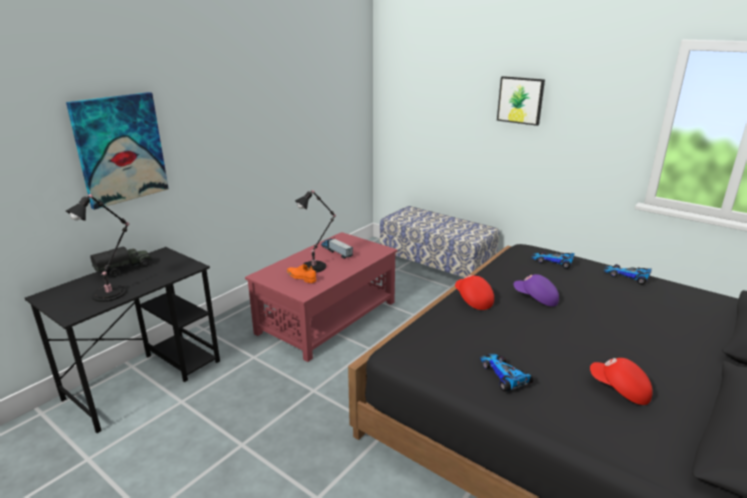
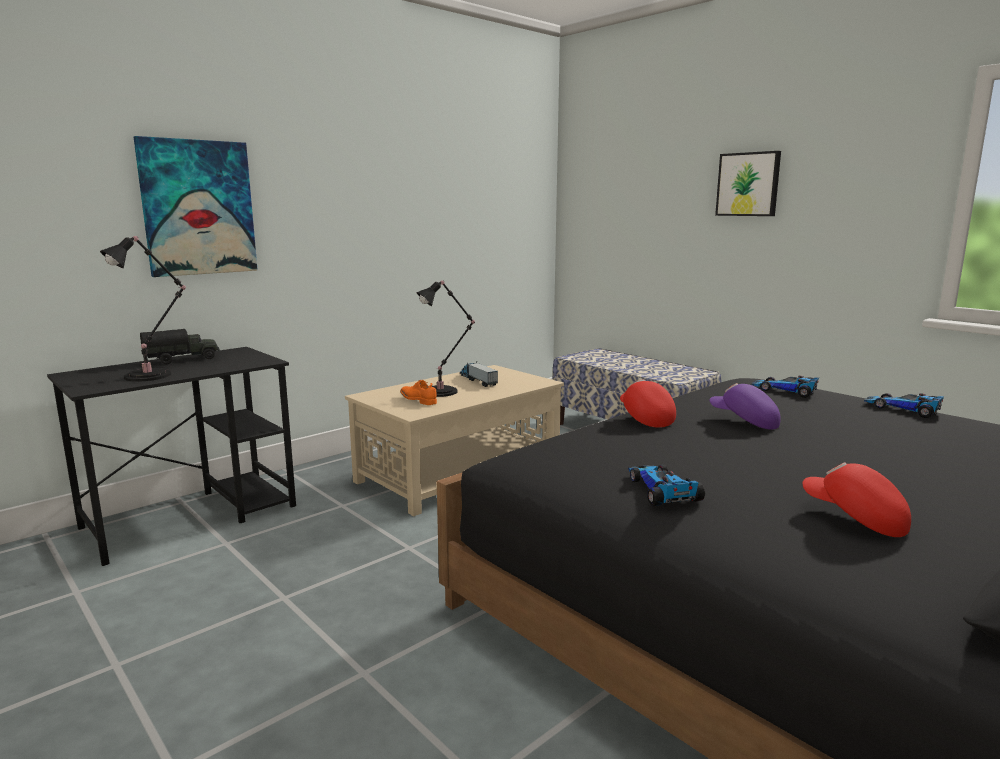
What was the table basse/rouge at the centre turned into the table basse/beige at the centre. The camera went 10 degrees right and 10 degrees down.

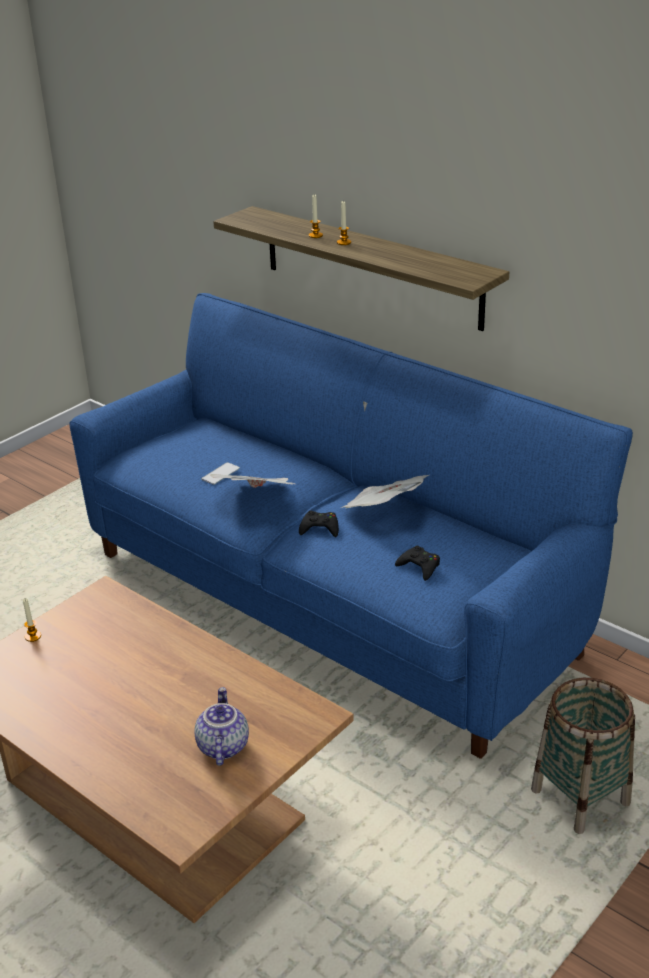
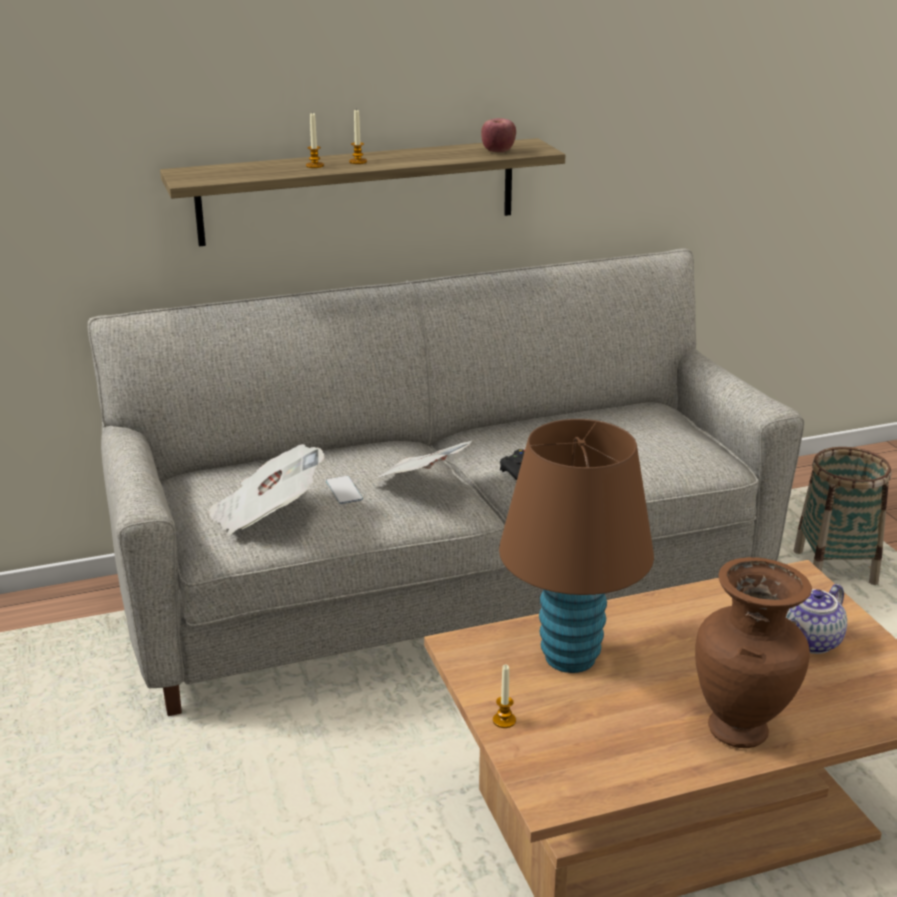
What was the canapé/bleu at the centre turned into the canapé/gris at the centre. The théière at the bottom centre ended up facing another way, 75 degrees counterclockwise from before. The journal (no. 2 from left in the first image) ended up elsewhere, having gone from the centre to the middle left. The second view lost the manette/noir (no. 2 from left) at the centre. The second view gained the pomme at the top centre. The second view gained the lampe de table/marron at the centre. The second view gained the vase/marron at the bottom right. The camera went 60 degrees left and 5 degrees down.

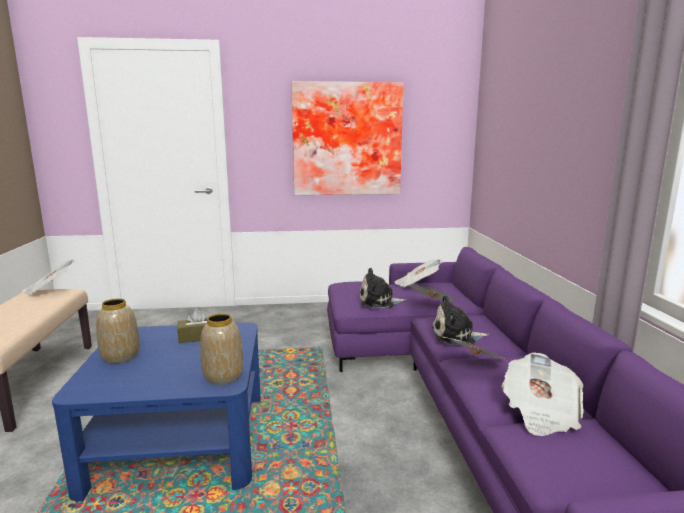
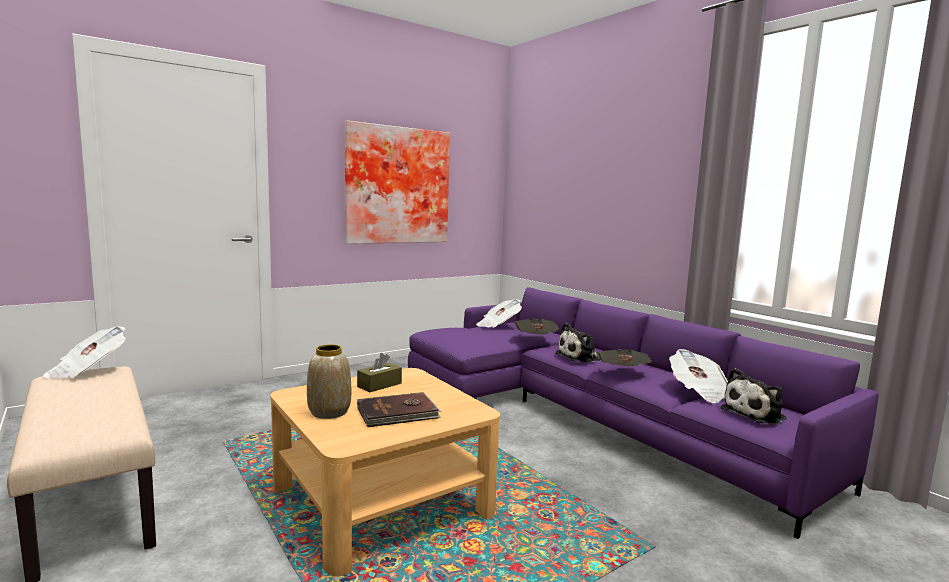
What was the table basse/bleu at the bottom left turned into the table basse/beige at the bottom centre. The second view lost the vase (no. 2 from left) at the bottom left. The peluche (no. 1 from left in the first image) ended up elsewhere, having gone from the centre to the bottom right. The second view gained the livre/marron at the bottom centre. The camera went 30 degrees left and 5 degrees down.

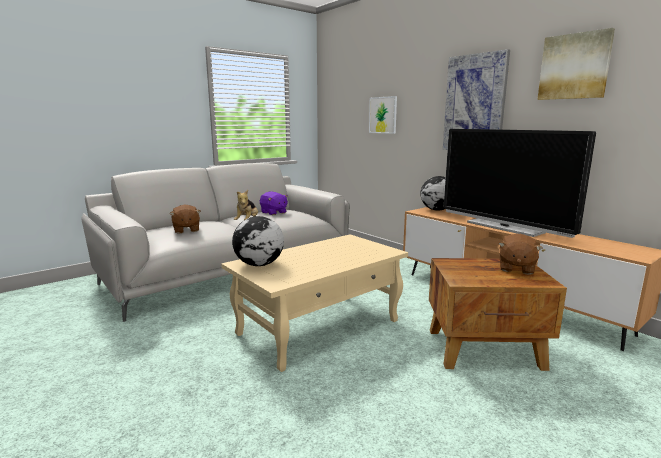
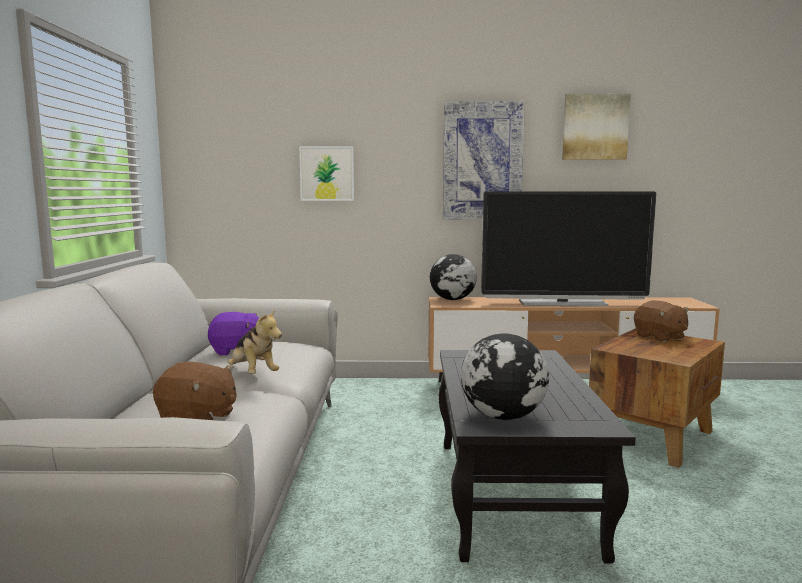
What was the table basse/beige at the centre turned into the table basse/noir at the bottom right. The camera went 50 degrees left and 5 degrees down.

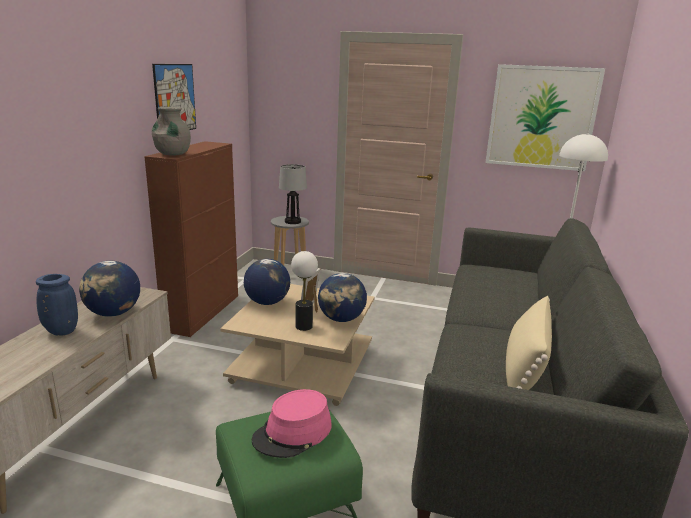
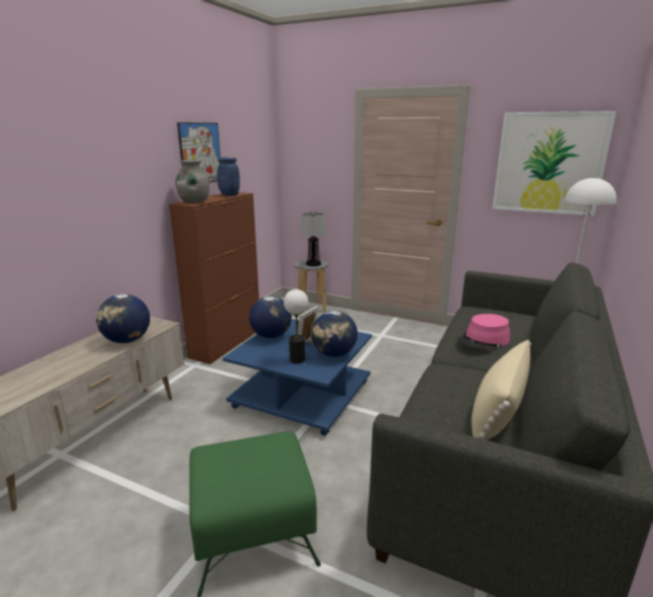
The vase/bleu ended up elsewhere, having gone from the middle left to the top centre. What was the table basse/beige at the centre turned into the table basse/bleu at the centre. The chapeau/rose ended up elsewhere, having gone from the bottom centre to the middle right. The camera went 10 degrees right and 0 degrees up.

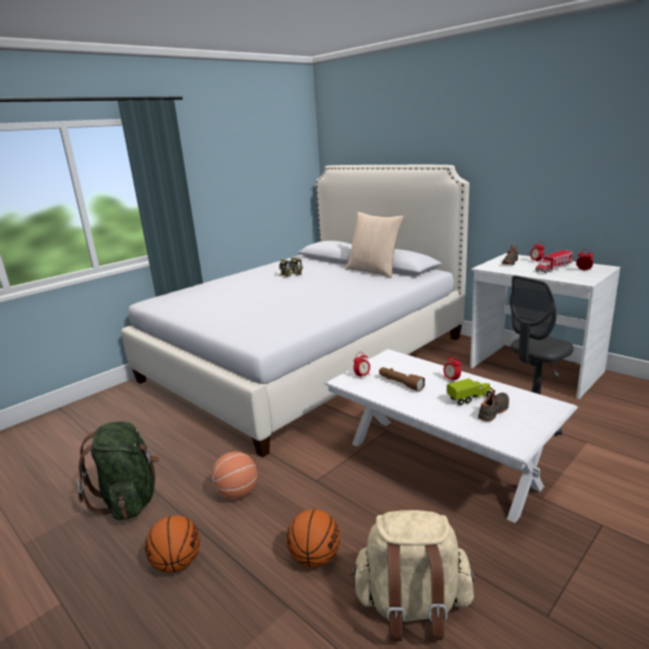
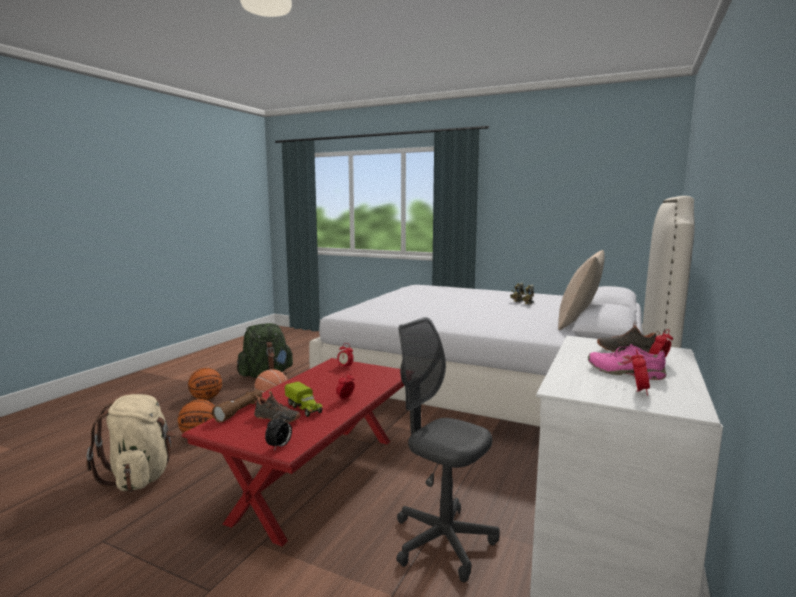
What was the table basse/blanc at the bottom right turned into the table basse/rouge at the bottom centre. The lampe de poche/marron ended up elsewhere, having gone from the centre to the bottom left. Where the camion jouet (no. 2 from left) stood at the middle right, the chaussure/rose came to stand at the middle right. The second view gained the réveil (no. 1 from left) at the bottom centre. The camera went 70 degrees right and 10 degrees down.

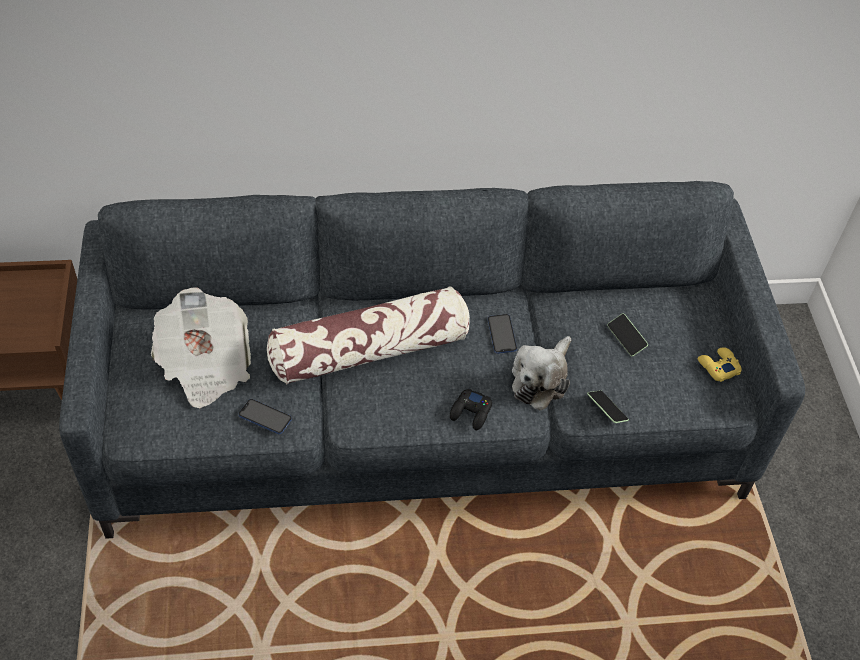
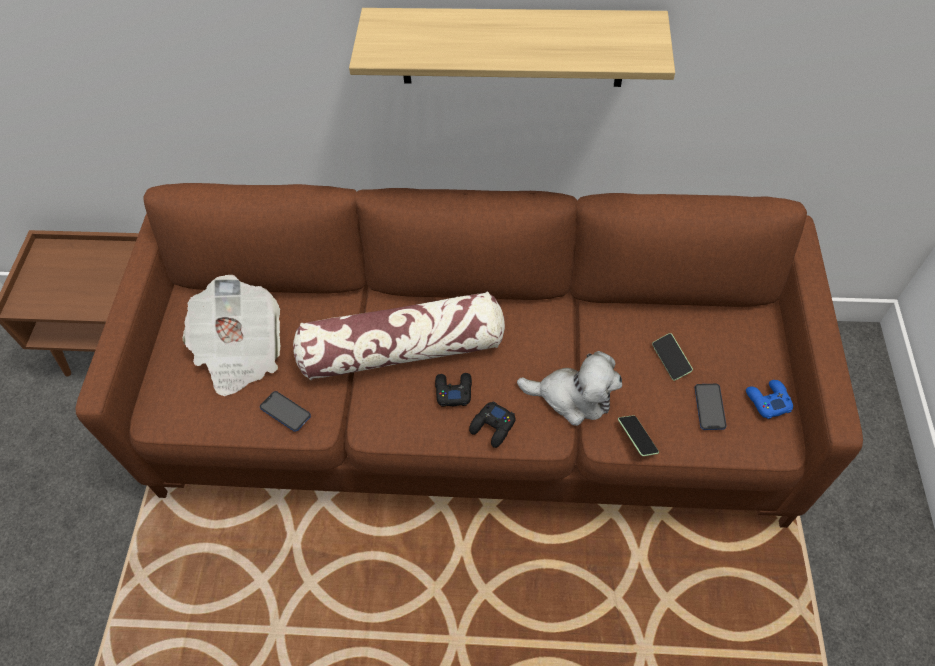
What was the canapé/gris at the centre turned into the canapé/marron at the centre. The téléphone (no. 2 from left in the first image) ended up elsewhere, having gone from the centre to the middle right. The peluche at the centre ended up facing another way, 120 degrees counterclockwise from before. What was the manette/jaune at the middle right turned into the manette/bleu at the middle right. The second view gained the étagère at the top centre. The second view gained the manette/noir (no. 1 from left) at the centre. The camera went 15 degrees right and 5 degrees up.

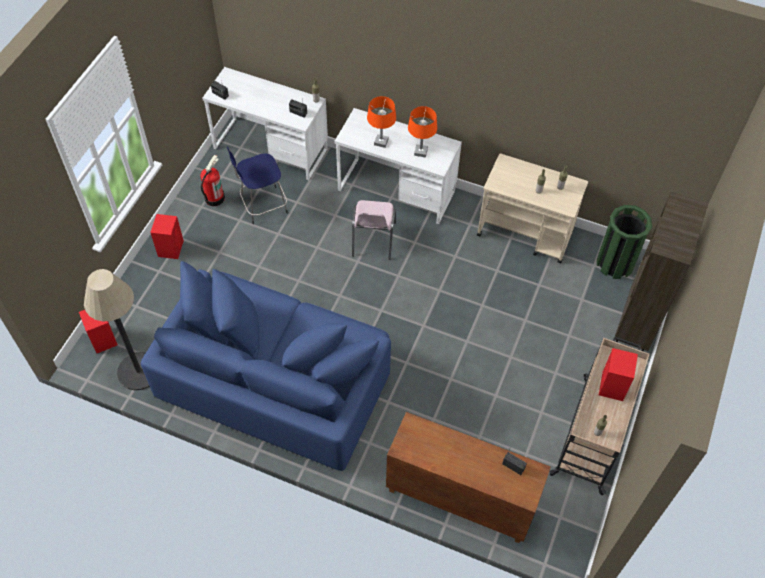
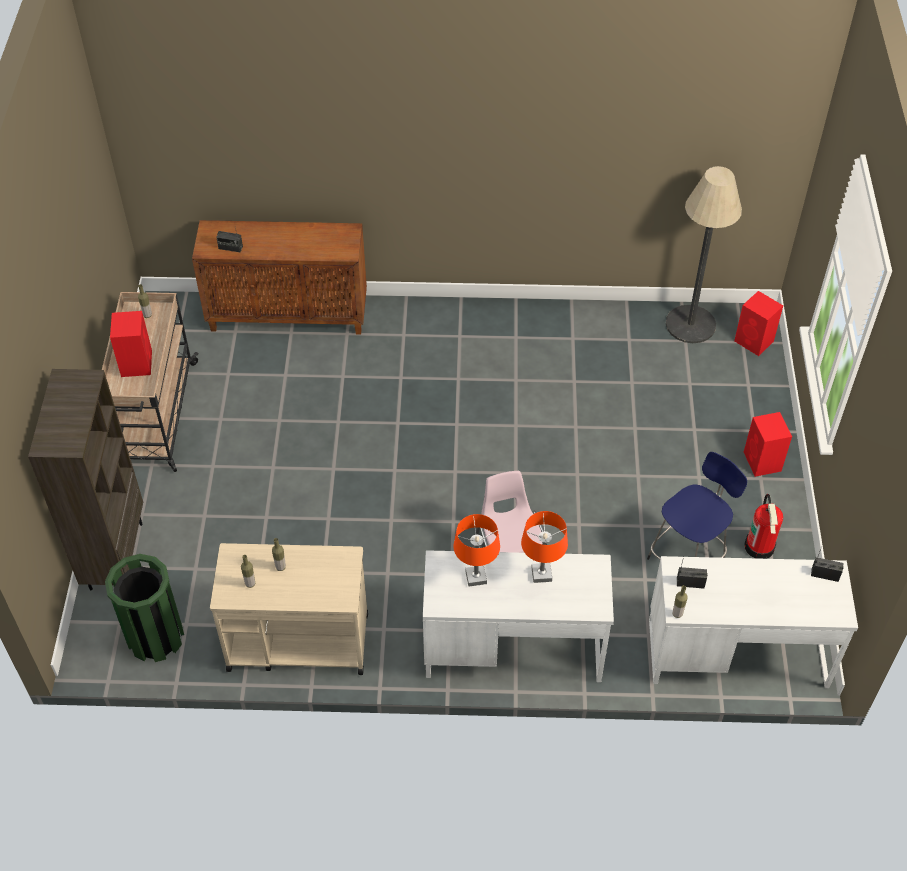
The second view lost the canapé/bleu at the centre. The camera went 160 degrees right and 5 degrees down.

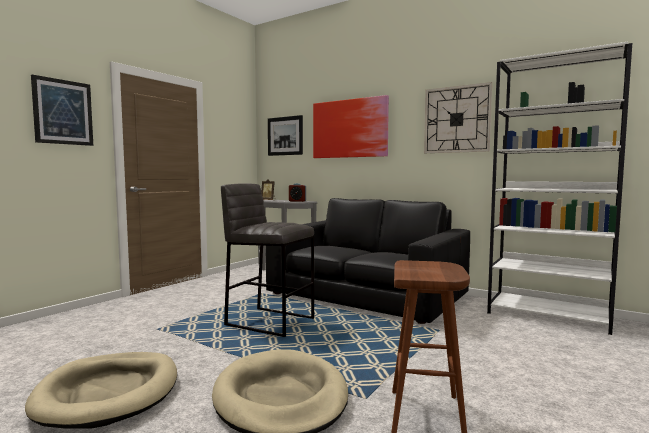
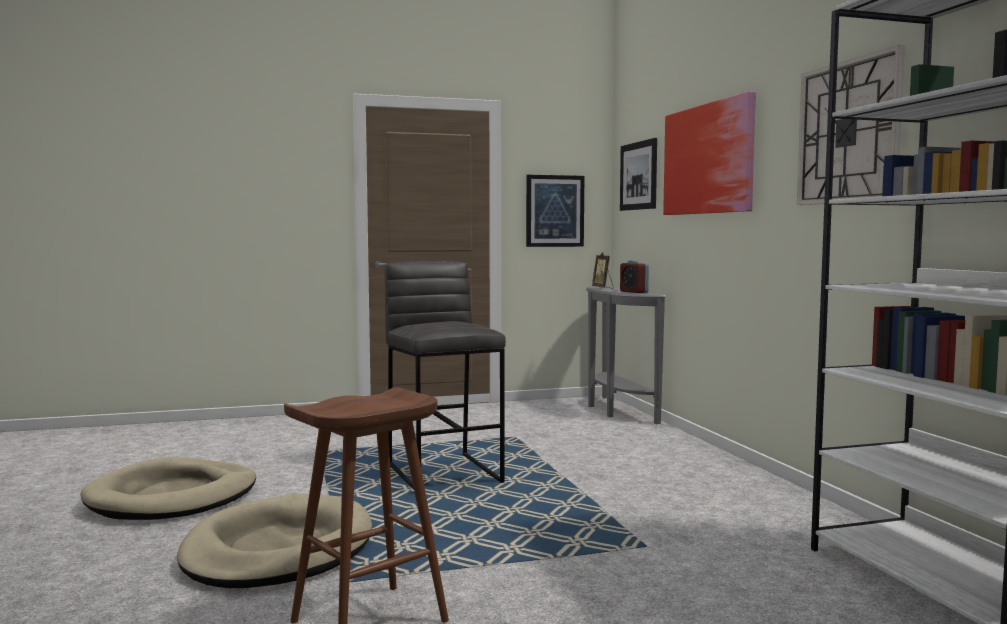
The tableau (no. 1 from left) ended up elsewhere, having gone from the top left to the centre. The second view lost the canapé/noir at the centre. The camera went 40 degrees right and 0 degrees up.

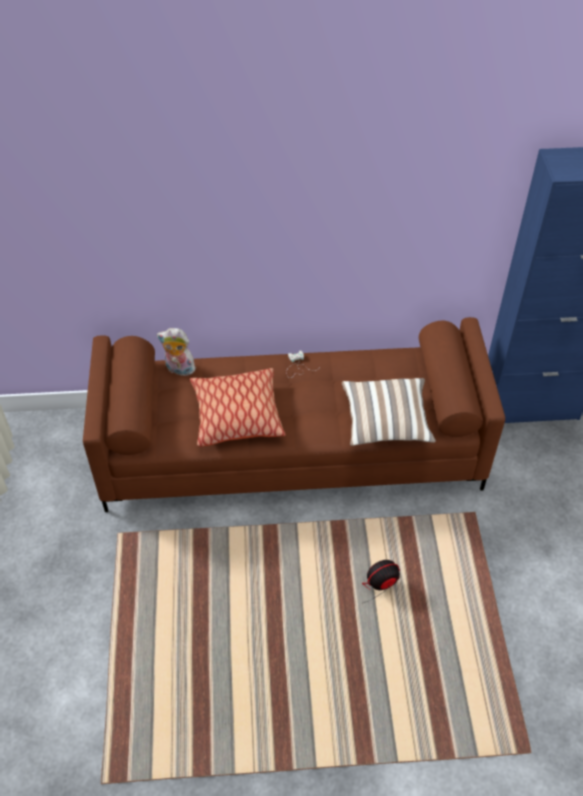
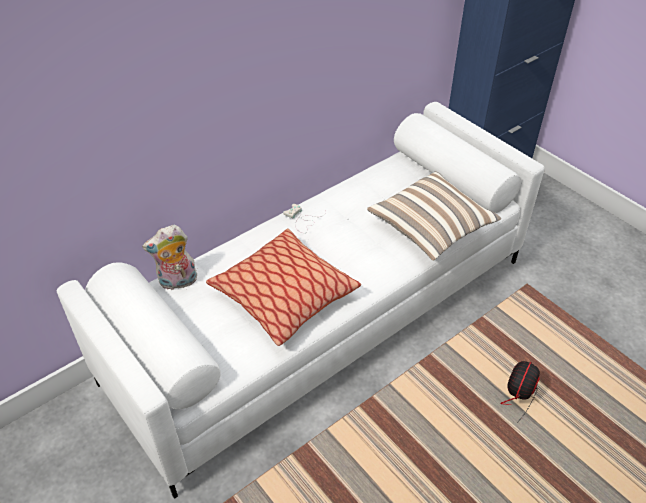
What was the canapé/marron at the centre turned into the canapé/blanc at the centre. The camera went 35 degrees left and 5 degrees down.

